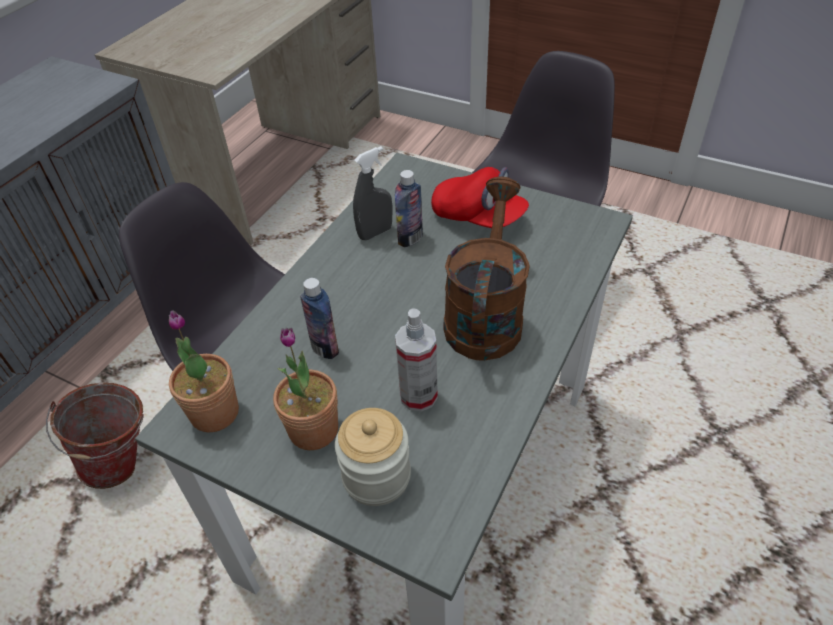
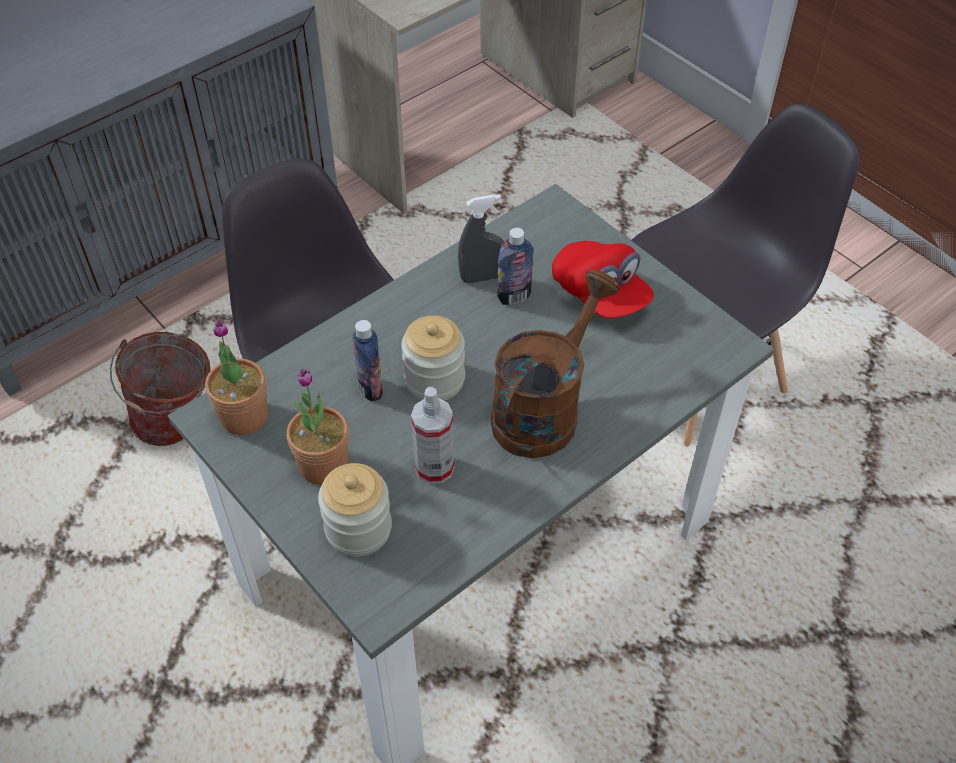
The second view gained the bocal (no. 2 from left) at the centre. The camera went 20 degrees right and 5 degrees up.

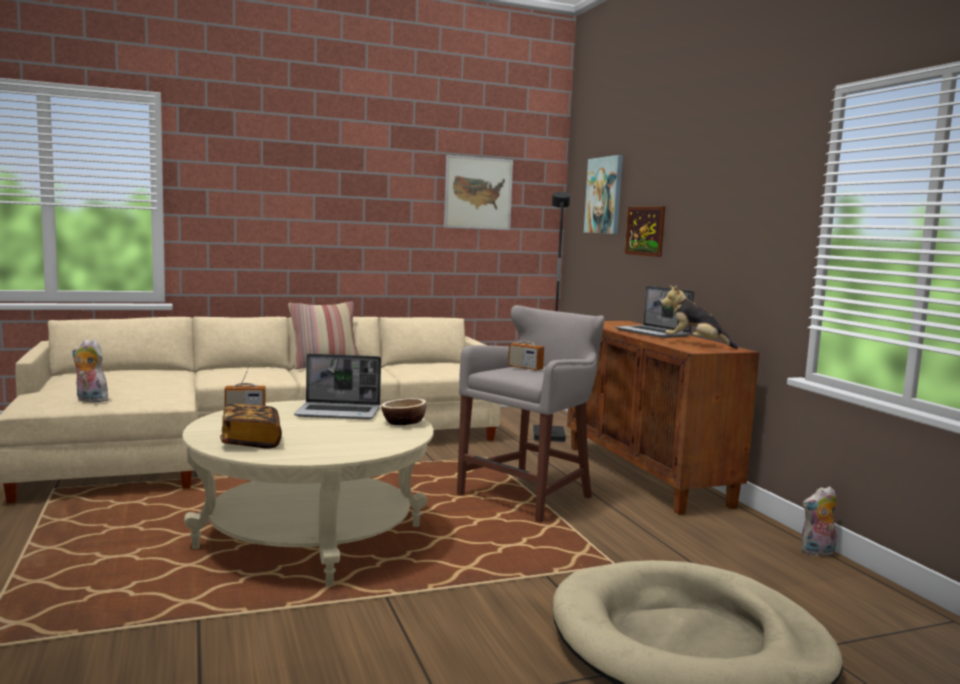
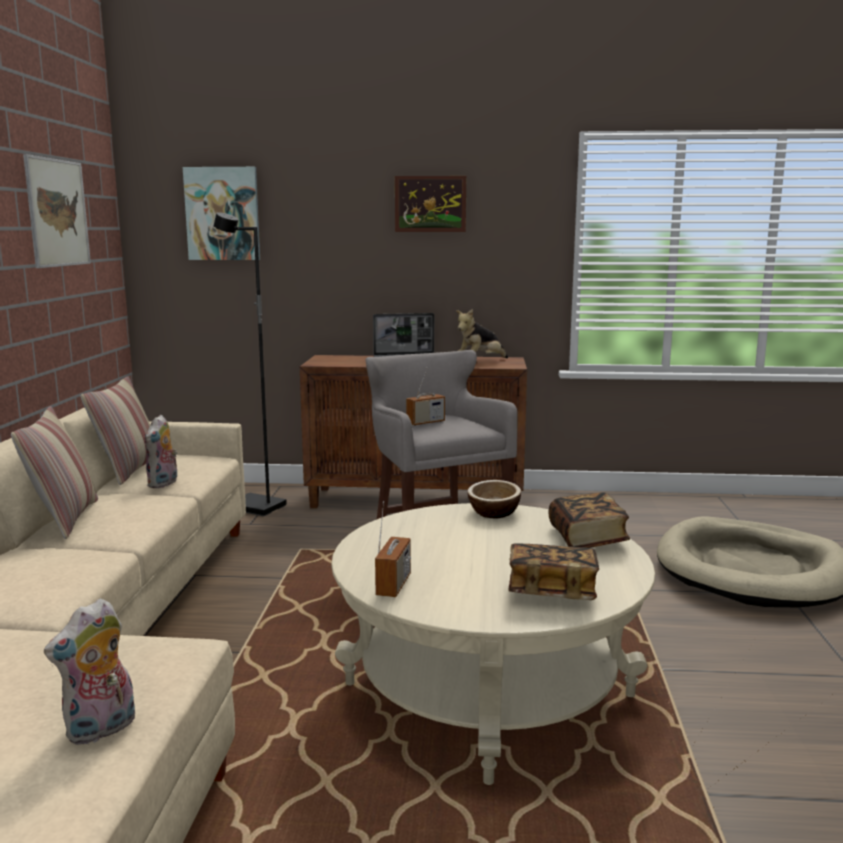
The second view lost the ordinateur portable (no. 1 from left) at the centre. The tableau (no. 3 from left) ended up elsewhere, having gone from the middle right to the top centre. The peluche (no. 3 from left in the first image) ended up elsewhere, having gone from the bottom right to the middle left. The second view gained the coussin (no. 2 from left) at the middle left. The second view gained the livre (no. 2 from left) at the middle right. The camera went 65 degrees left and 5 degrees up.

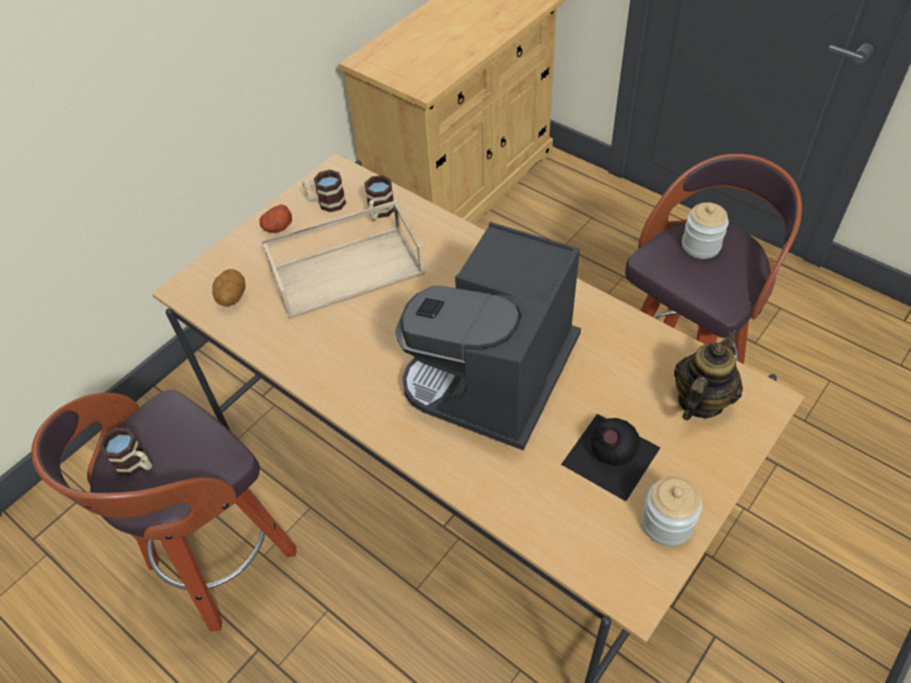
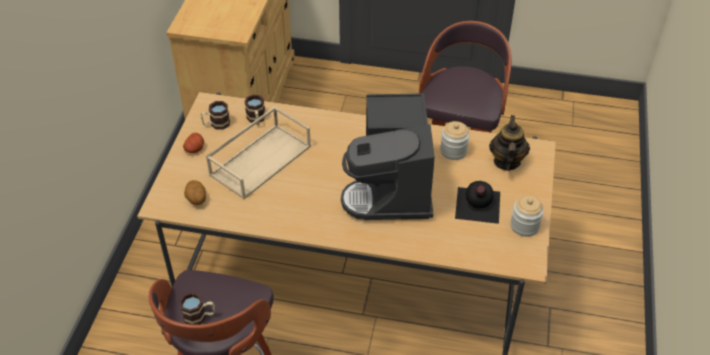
The bocal (no. 2 from left in the first image) ended up elsewhere, having gone from the middle right to the centre. The camera went 30 degrees left and 5 degrees down.

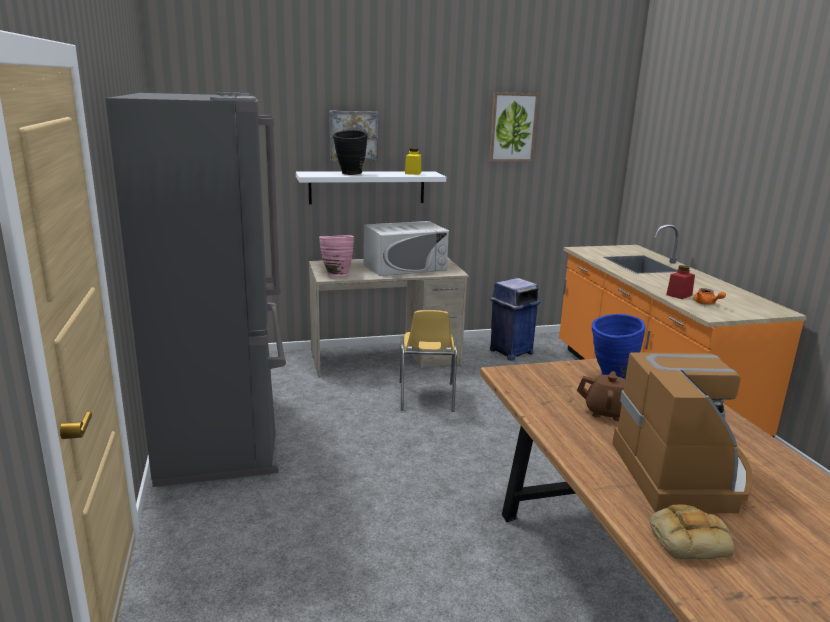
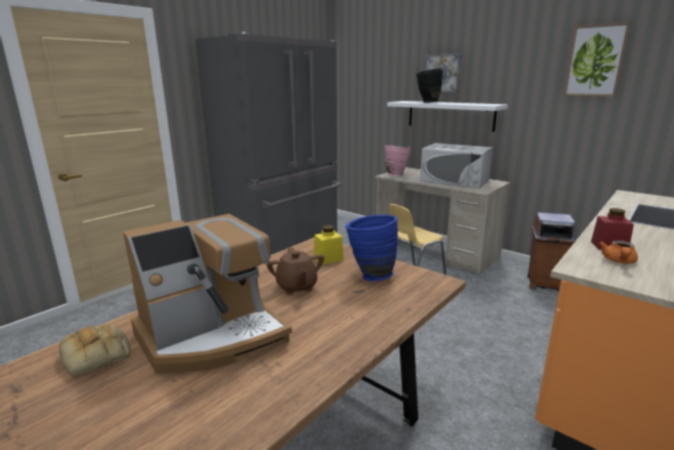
The bocal/jaune ended up elsewhere, having gone from the top centre to the centre. What was the poubelle/bleu at the centre turned into the poubelle/marron at the middle right. The camera went 55 degrees right and 0 degrees up.

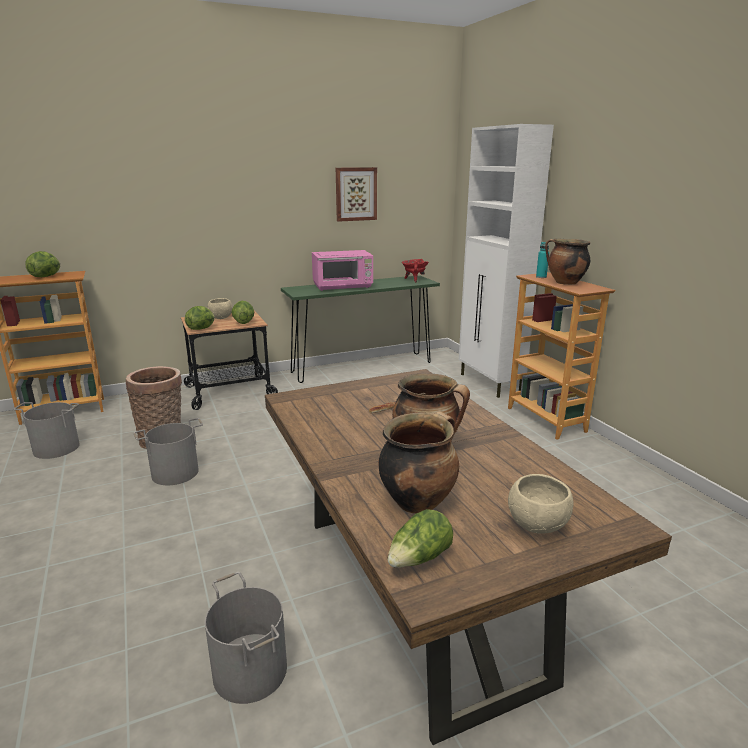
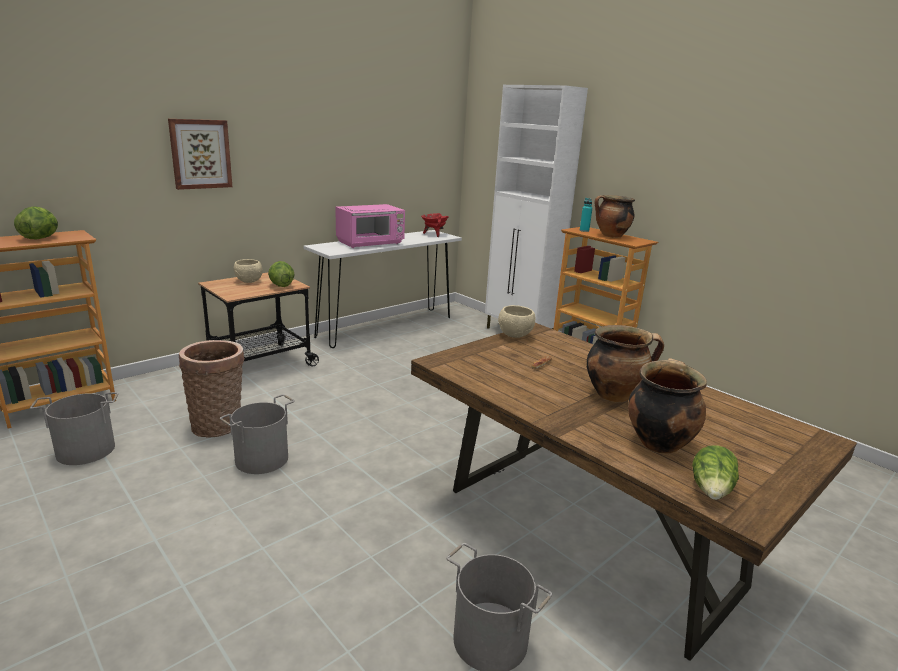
The second view lost the laitue (no. 2 from left) at the middle left. What was the table console/vert at the centre turned into the table console/blanc at the centre. The tableau ended up elsewhere, having gone from the top centre to the top left. The bol/beige (no. 2 from left) ended up elsewhere, having gone from the bottom right to the centre. The camera went 20 degrees left and 0 degrees up.

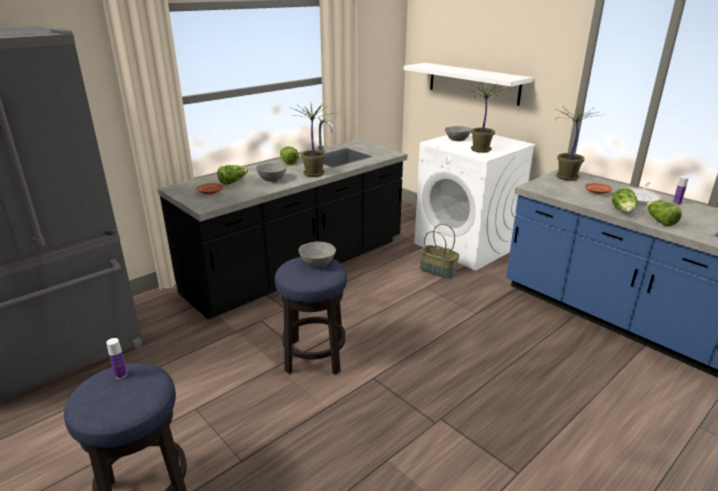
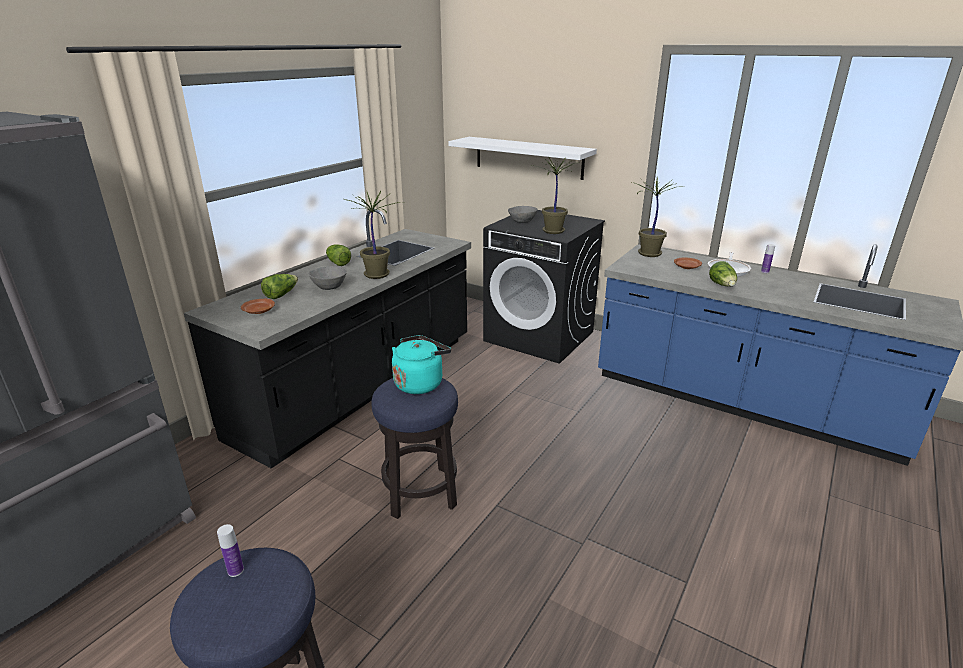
Where the bol/gris (no. 2 from left) stood at the centre, the bouilloire/turquoise came to stand at the centre. What was the lave-linge/blanc at the centre turned into the lave-linge/noir at the centre. The second view lost the panier at the centre. The second view lost the laitue (no. 4 from left) at the middle right. The camera went 15 degrees left and 0 degrees up.

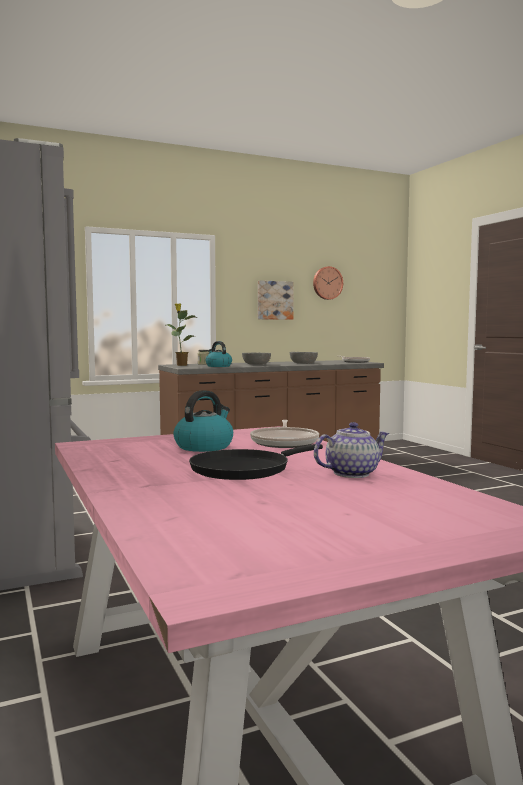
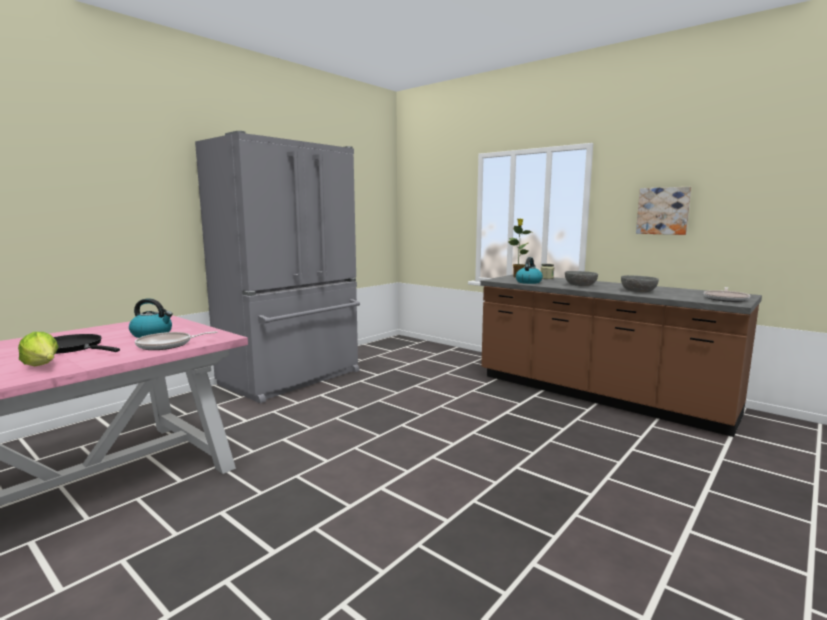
The second view lost the horloge murale at the centre. Where the théière stood at the middle right, the laitue came to stand at the middle left. The camera went 65 degrees right and 5 degrees up.

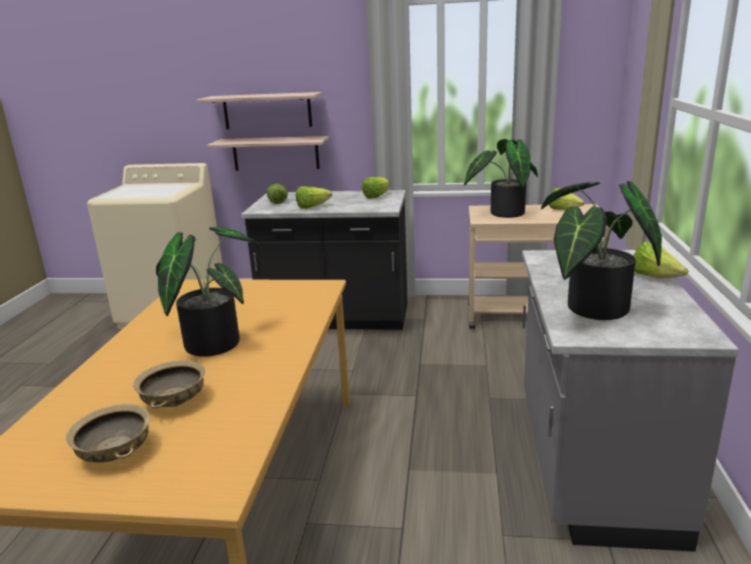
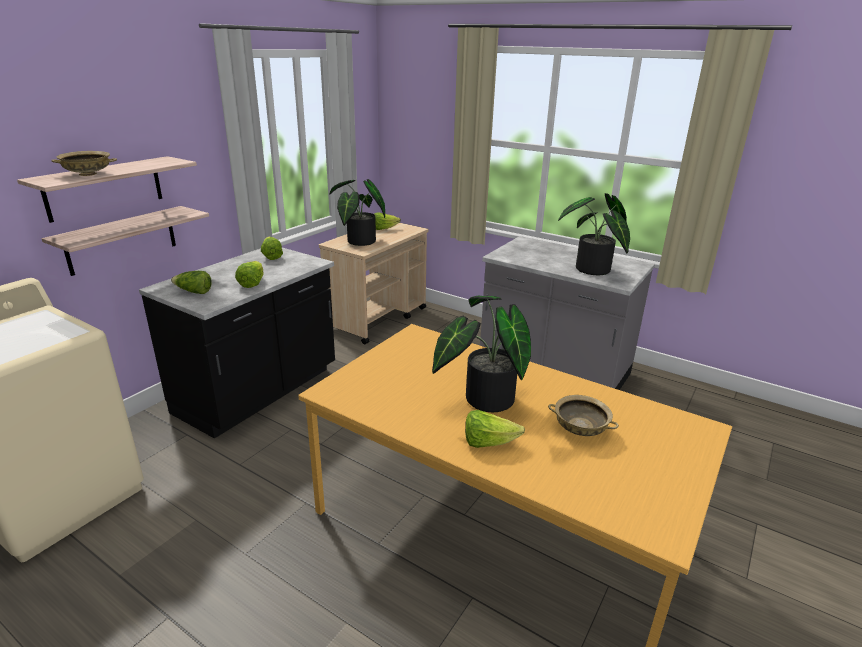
The bol/beige (no. 1 from left) ended up elsewhere, having gone from the bottom left to the top left. The laitue (no. 5 from left) ended up elsewhere, having gone from the middle right to the centre. The camera went 65 degrees left and 5 degrees up.

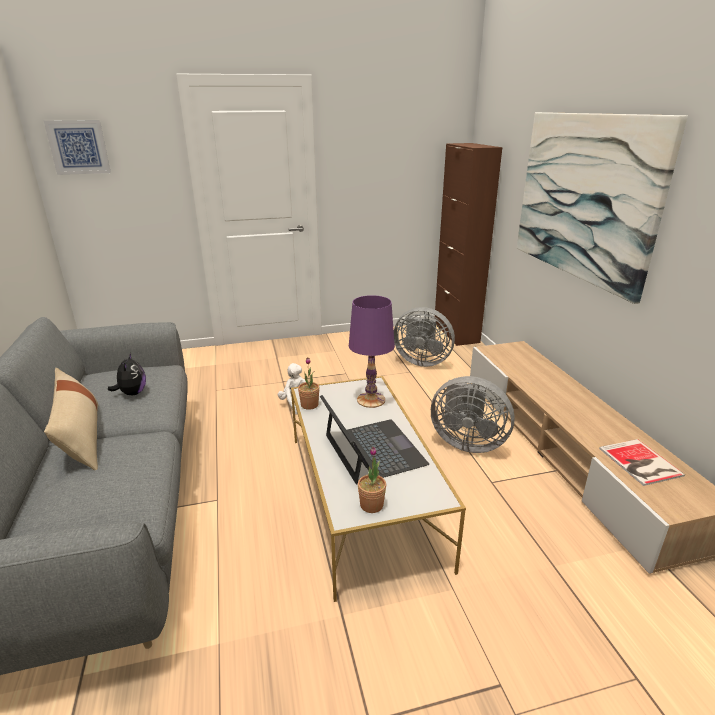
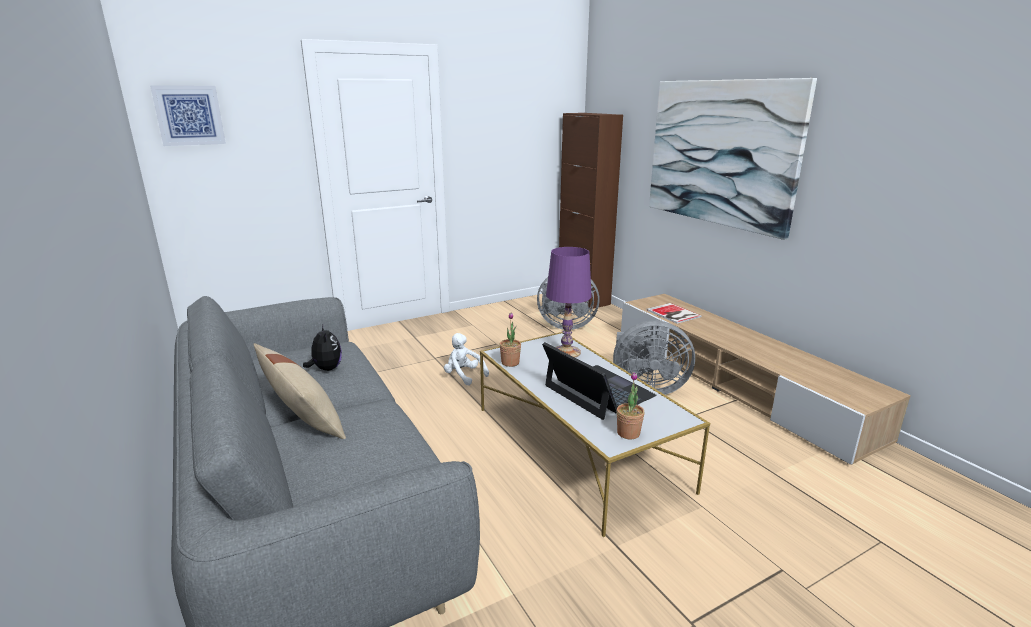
The livre ended up elsewhere, having gone from the middle right to the centre. The camera went 15 degrees left and 5 degrees down.

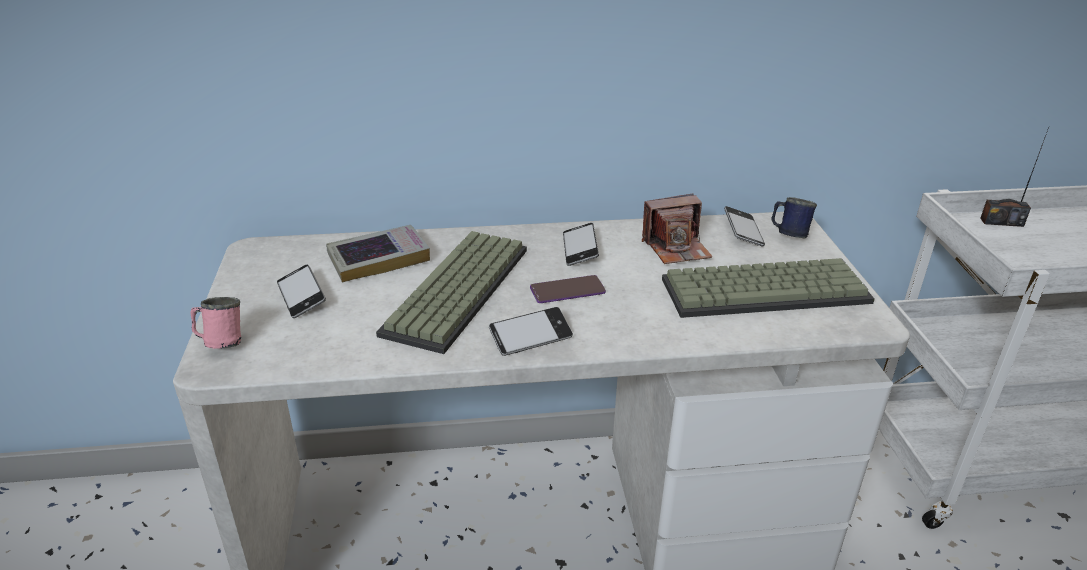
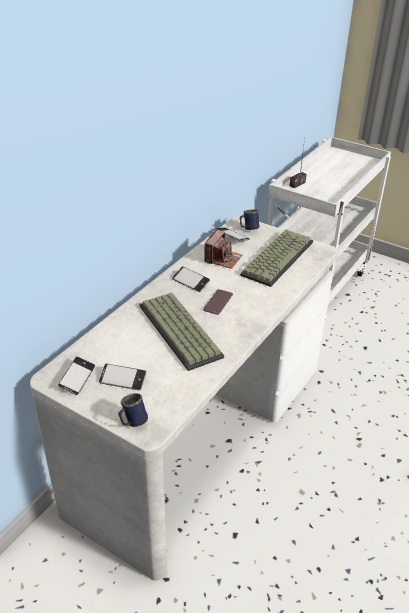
What was the mug/rose at the middle left turned into the mug/bleu (no. 1 from left) at the bottom left. The second view lost the livre at the centre. The téléphone (no. 2 from left in the first image) ended up elsewhere, having gone from the centre to the middle left. The camera went 50 degrees left and 5 degrees up.

